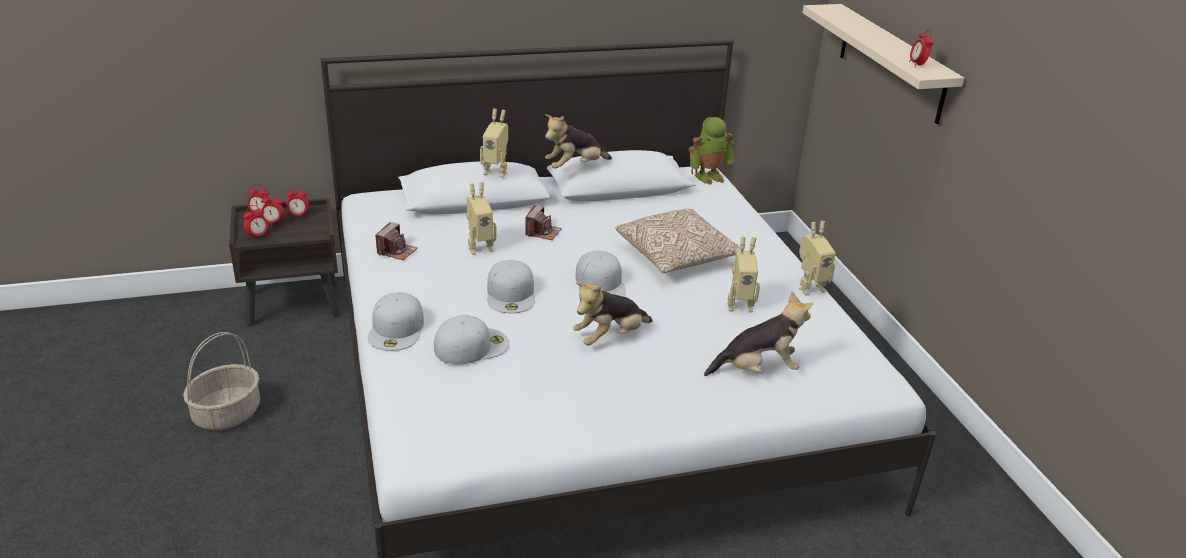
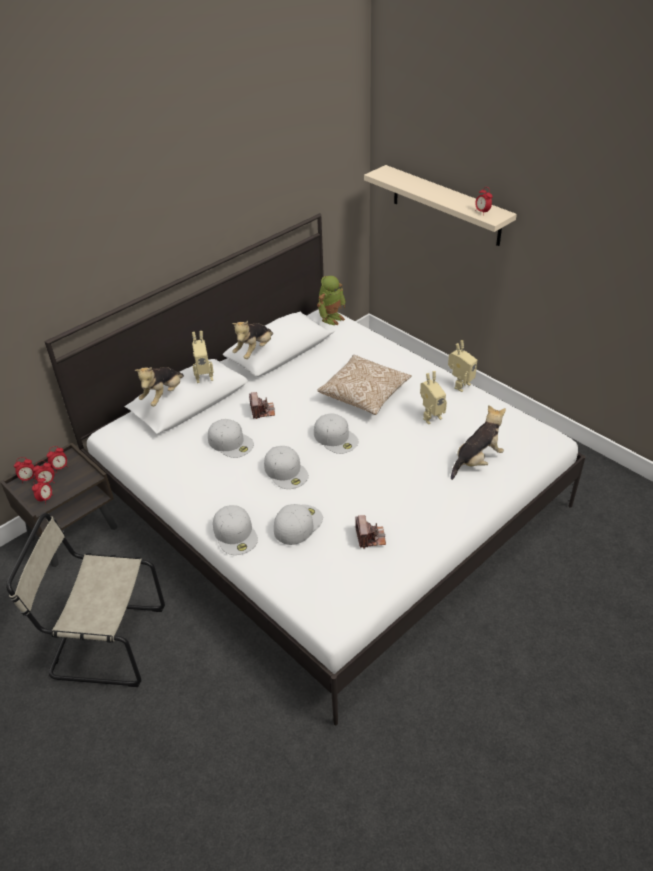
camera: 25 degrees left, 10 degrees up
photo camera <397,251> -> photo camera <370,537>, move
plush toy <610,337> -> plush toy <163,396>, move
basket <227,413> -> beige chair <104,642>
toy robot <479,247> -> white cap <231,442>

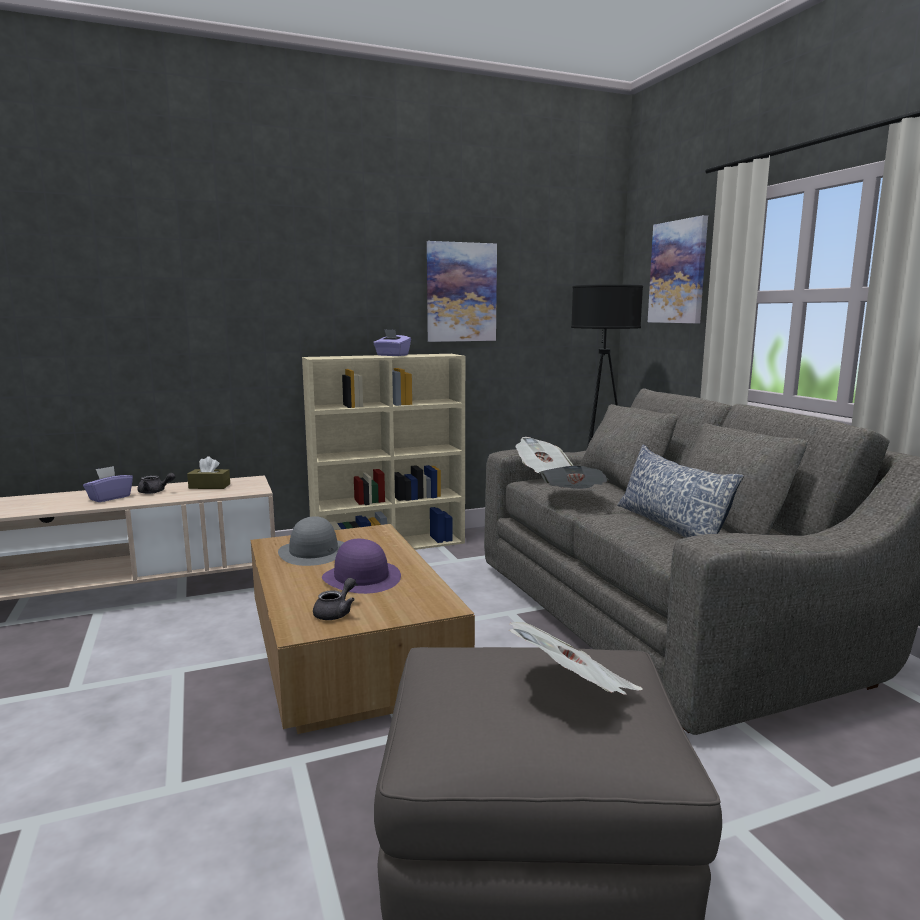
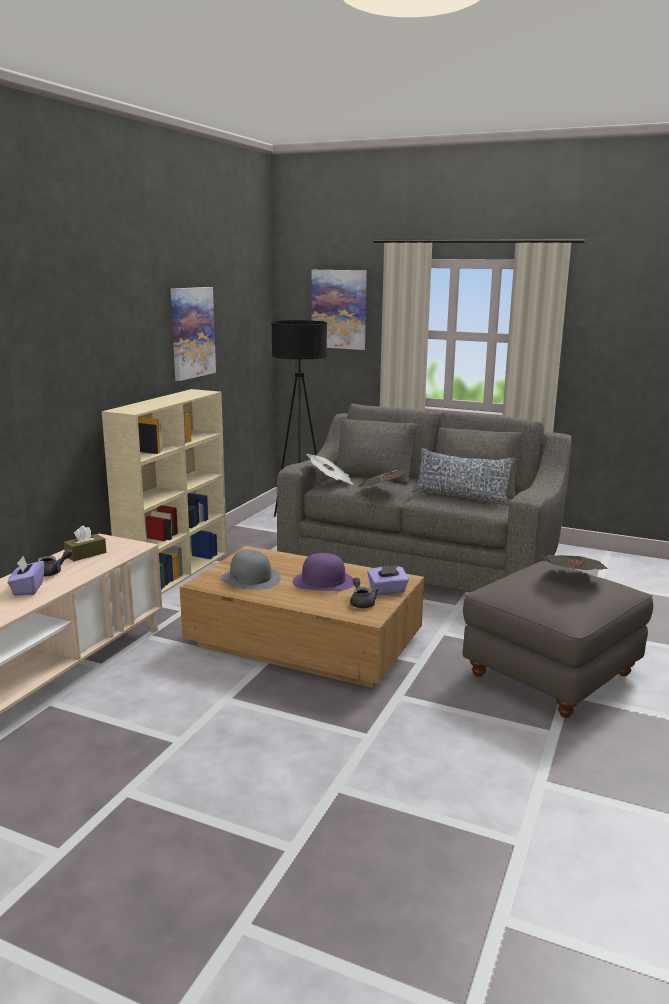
camera: 45 degrees left, 5 degrees up
purple tissue box <392,355> -> purple tissue box <387,591>, move

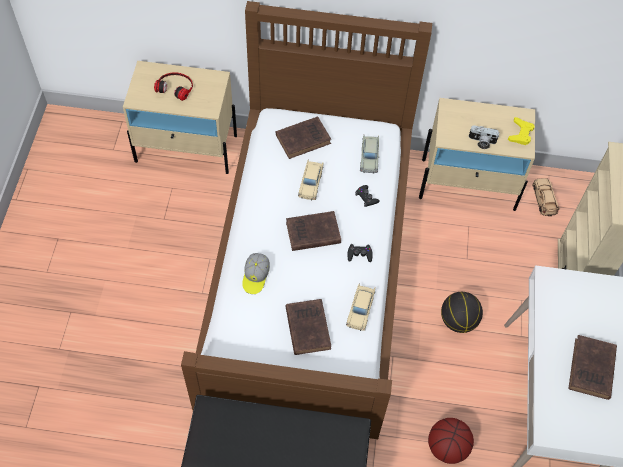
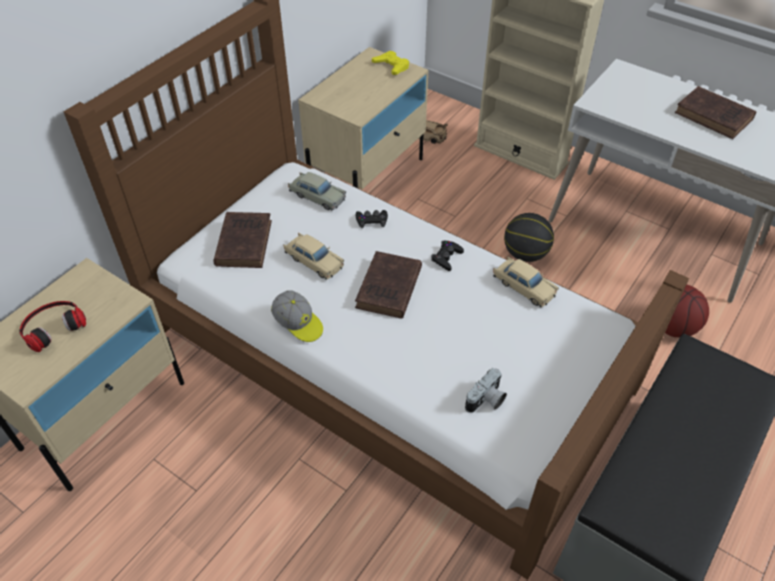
camera: 60 degrees left, 10 degrees down
brown book <307,327> -> none
cap <255,276> -> cap <298,323>, move
photo camera <481,142> -> photo camera <486,401>, move

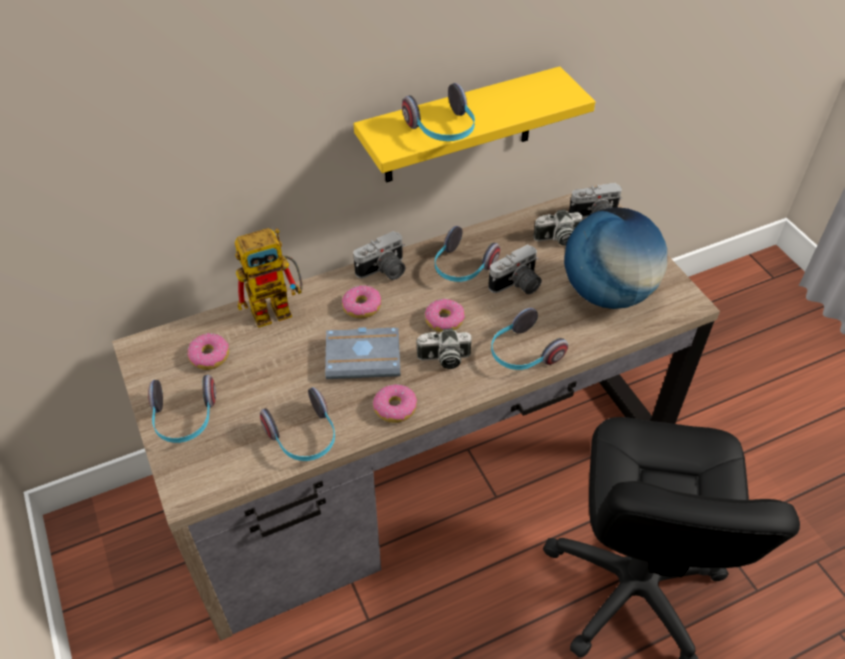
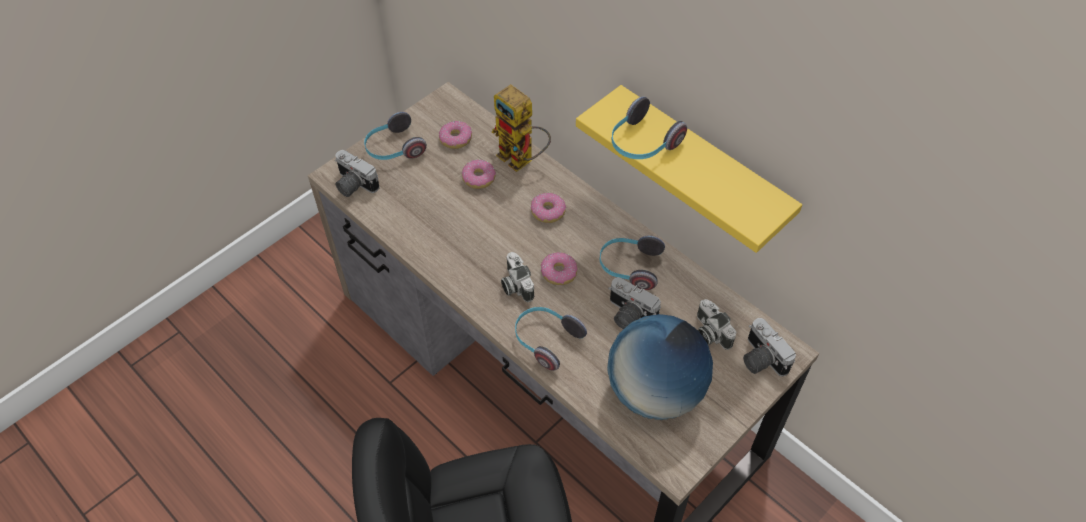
camera: 70 degrees right, 5 degrees up
headphones <304,437> -> none
grey book <365,356> -> none
photo camera <383,271> -> photo camera <353,185>, move
donut <395,408> -> donut <479,178>, move

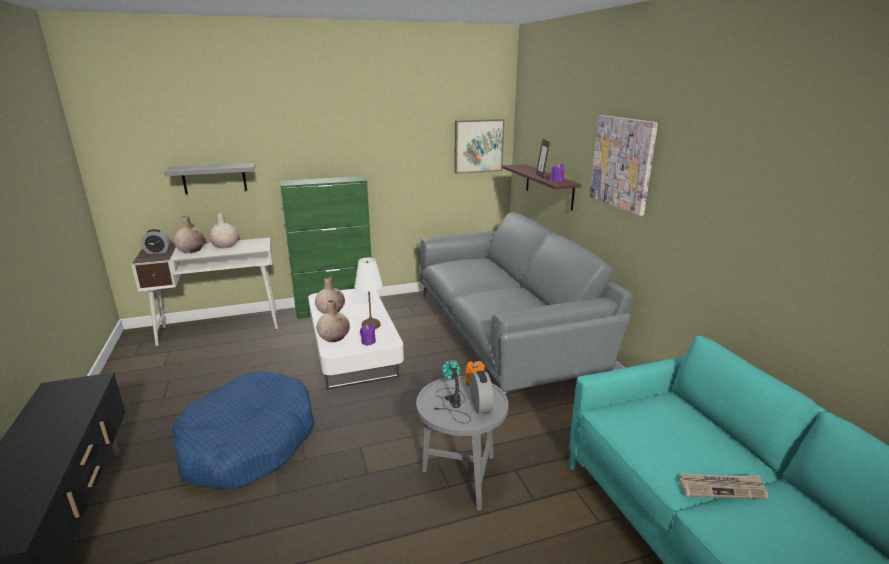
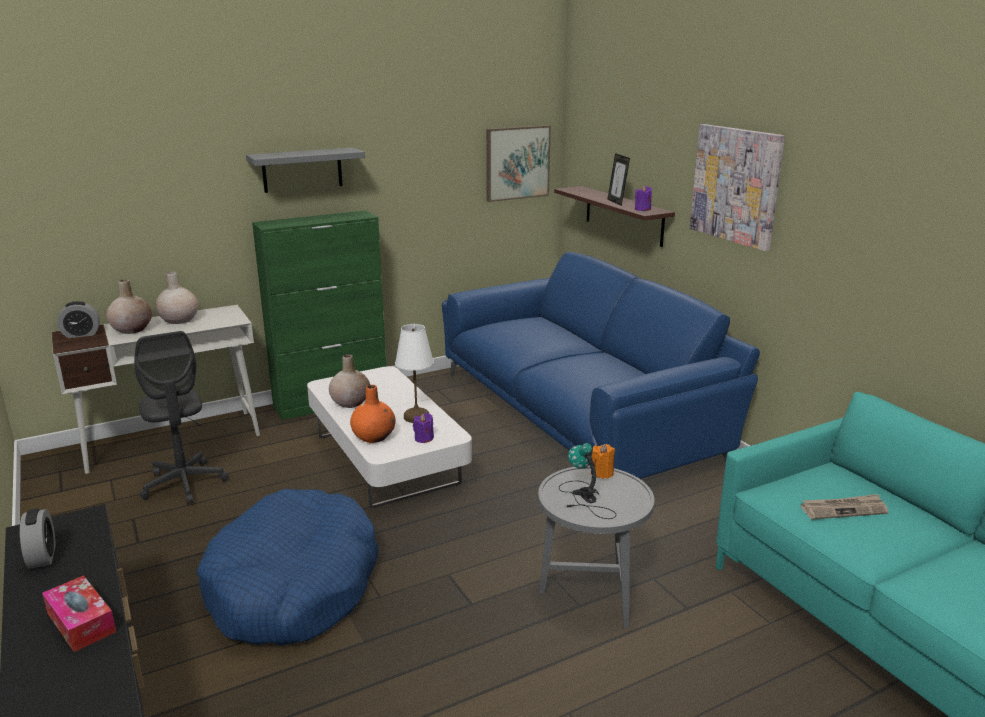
camera: 10 degrees left, 0 degrees up
none -> tissue box <81,622>
none -> grey office chair <184,484>
grey shelf <214,178> -> grey shelf <302,170>, move
alarm clock <480,405> -> alarm clock <42,556>, move
newspaper <722,488> -> newspaper <843,509>, move
beige vase <334,337> -> orange vase <374,436>
grey sofa <504,334> -> blue sofa <579,417>

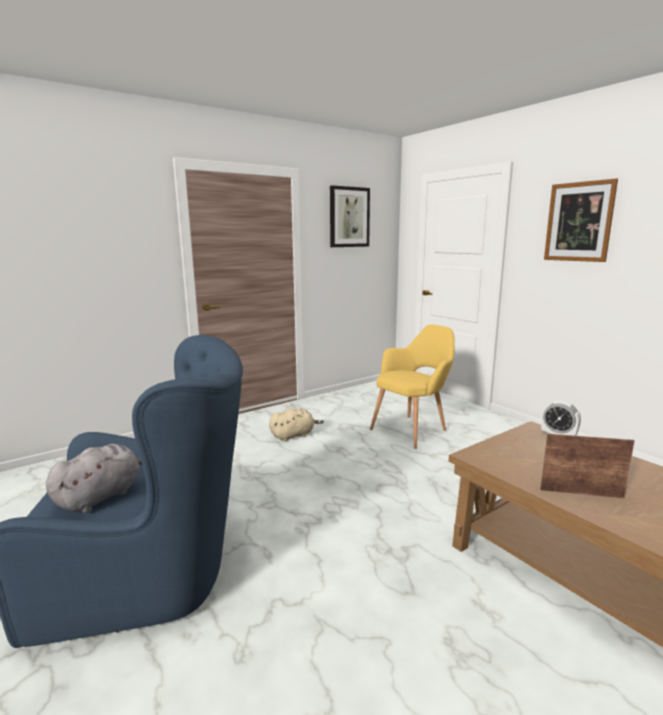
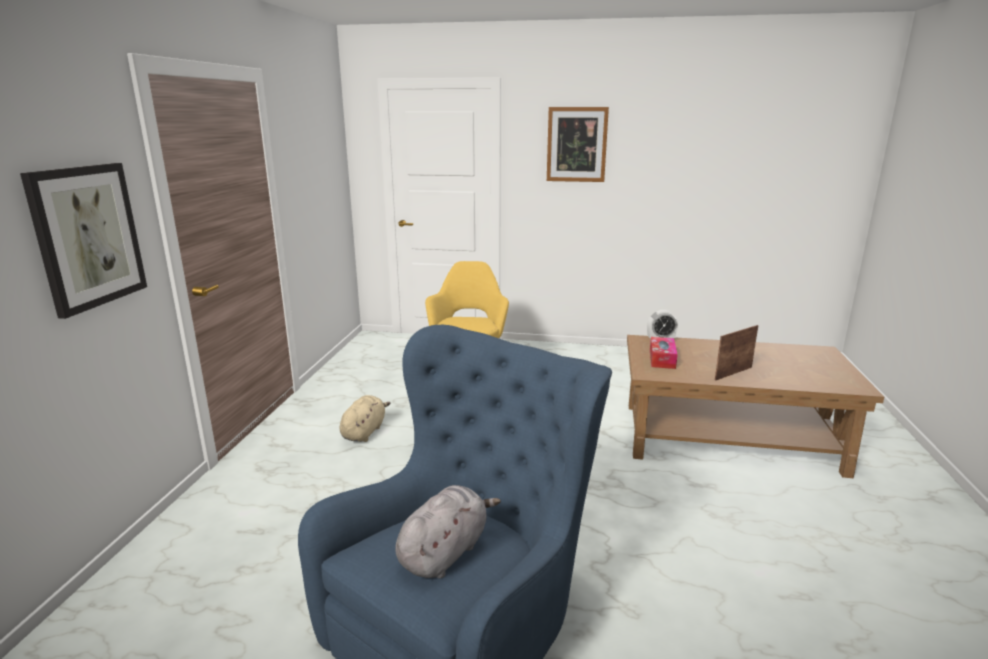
camera: 45 degrees left, 5 degrees up
none -> tissue box <662,359>
picture <349,217> -> picture <87,236>, move
grey plush toy <102,496> -> grey plush toy <445,552>, 45 degrees clockwise

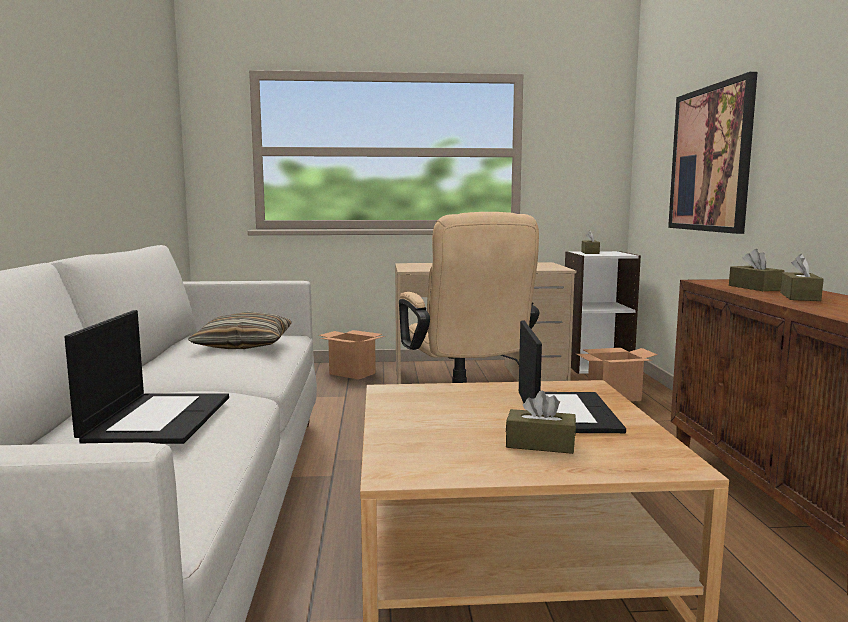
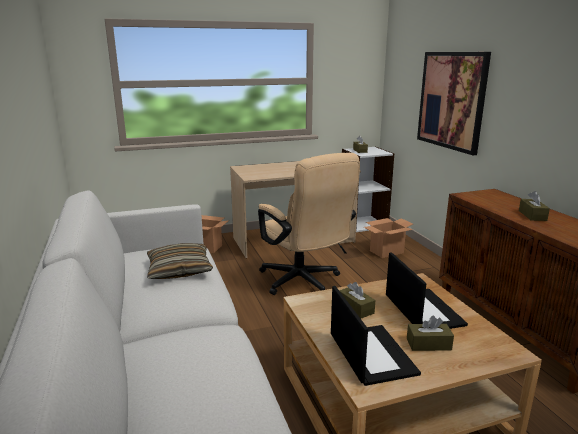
camera: 15 degrees left, 10 degrees up
laptop <158,418> -> laptop <370,353>, move
brown tissue box <754,288> -> brown tissue box <356,308>, move

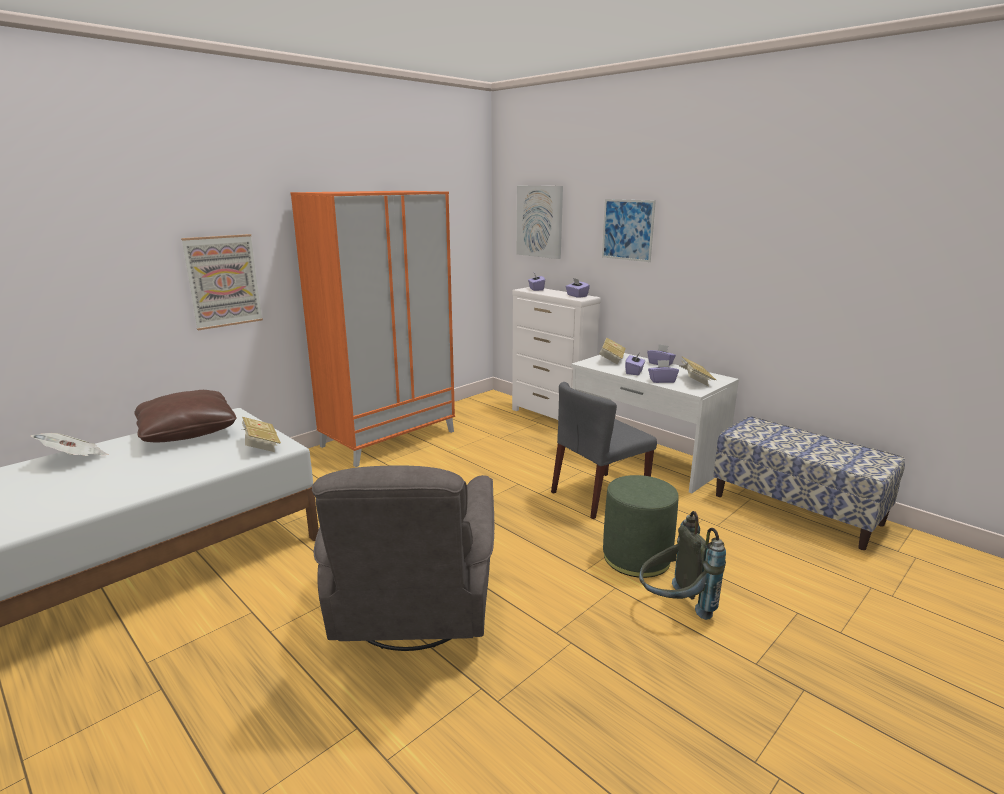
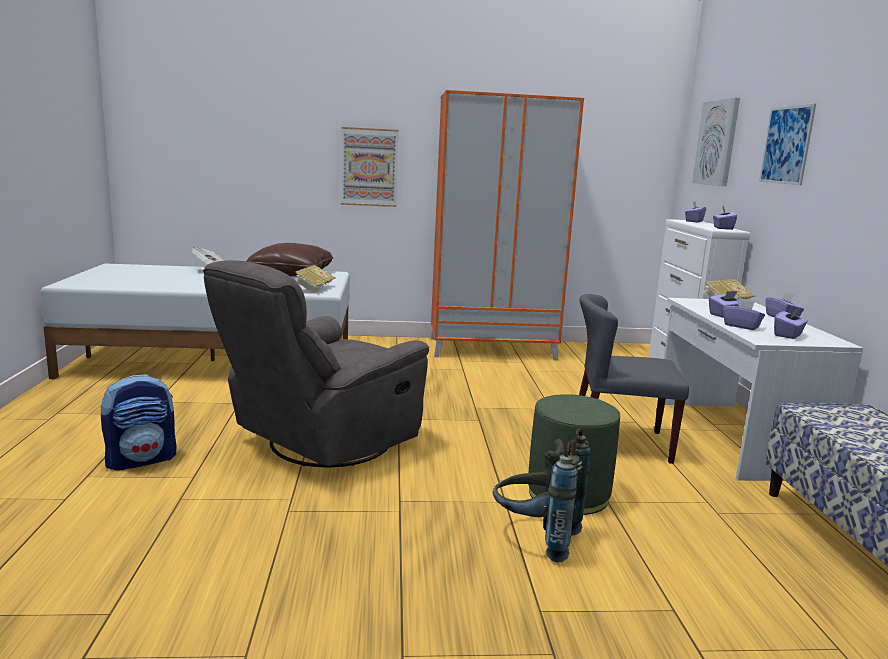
camera: 40 degrees right, 5 degrees down
none -> backpack <142,460>
book <695,381> -> purple tissue box <788,335>

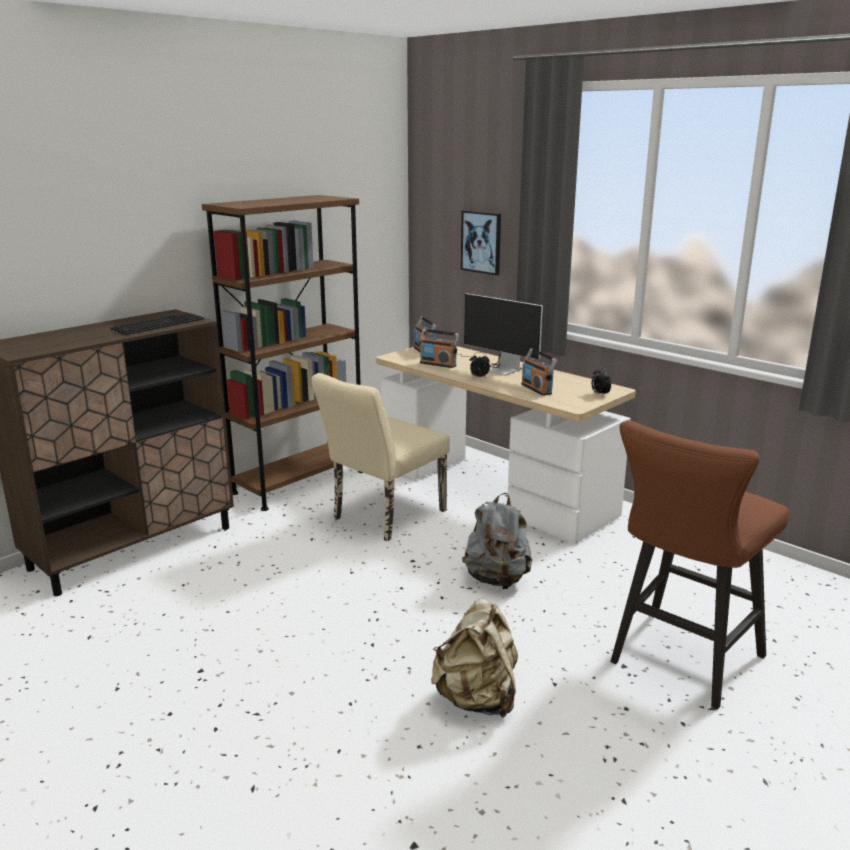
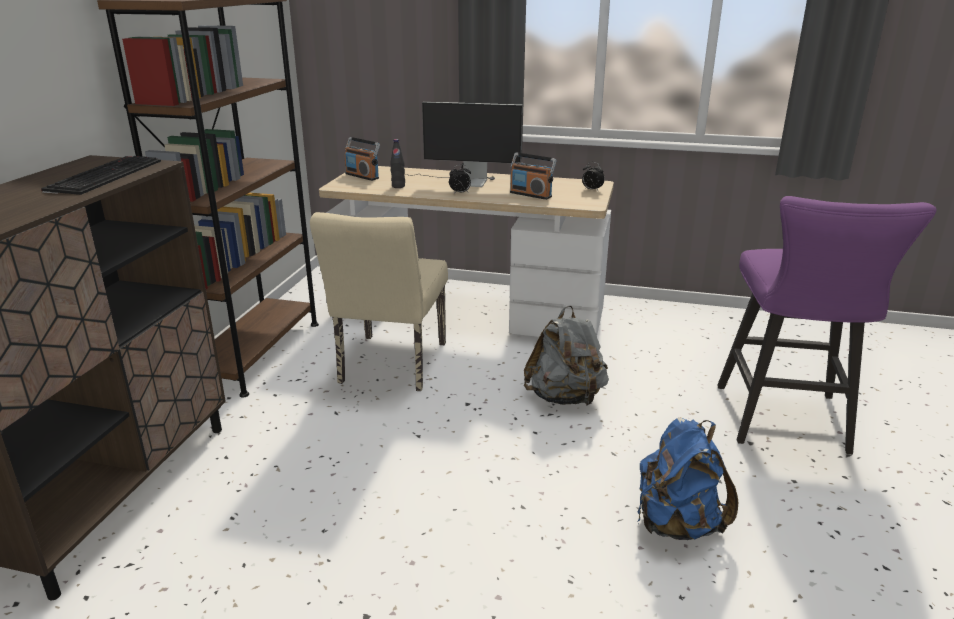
camera: 30 degrees left, 5 degrees up
picture <481,242> -> none
radio <438,364> -> black bottle <398,186>
beige backpack <477,699> -> blue backpack <677,524>
brown stool <680,663> -> purple stool <785,424>

